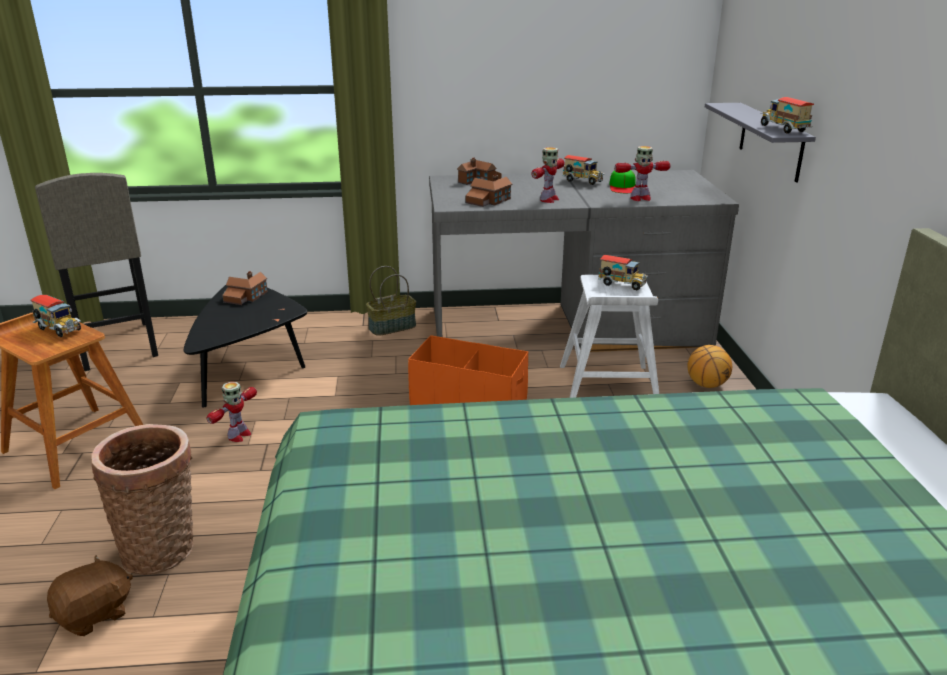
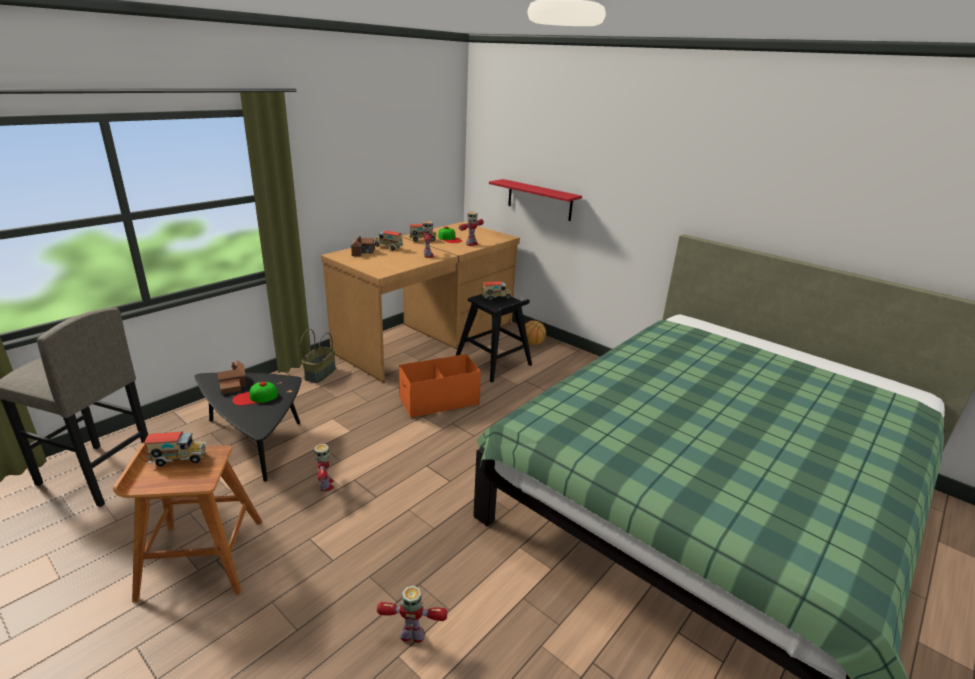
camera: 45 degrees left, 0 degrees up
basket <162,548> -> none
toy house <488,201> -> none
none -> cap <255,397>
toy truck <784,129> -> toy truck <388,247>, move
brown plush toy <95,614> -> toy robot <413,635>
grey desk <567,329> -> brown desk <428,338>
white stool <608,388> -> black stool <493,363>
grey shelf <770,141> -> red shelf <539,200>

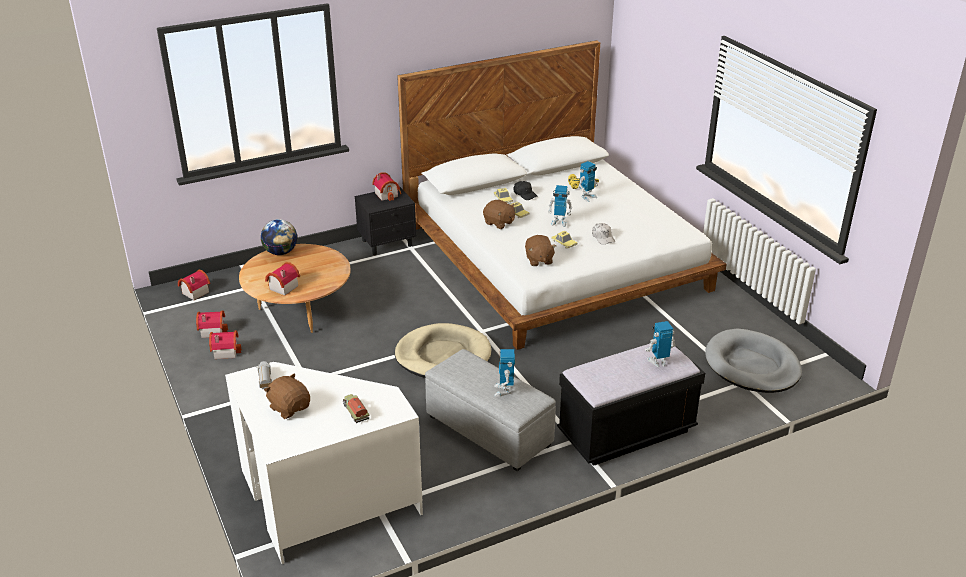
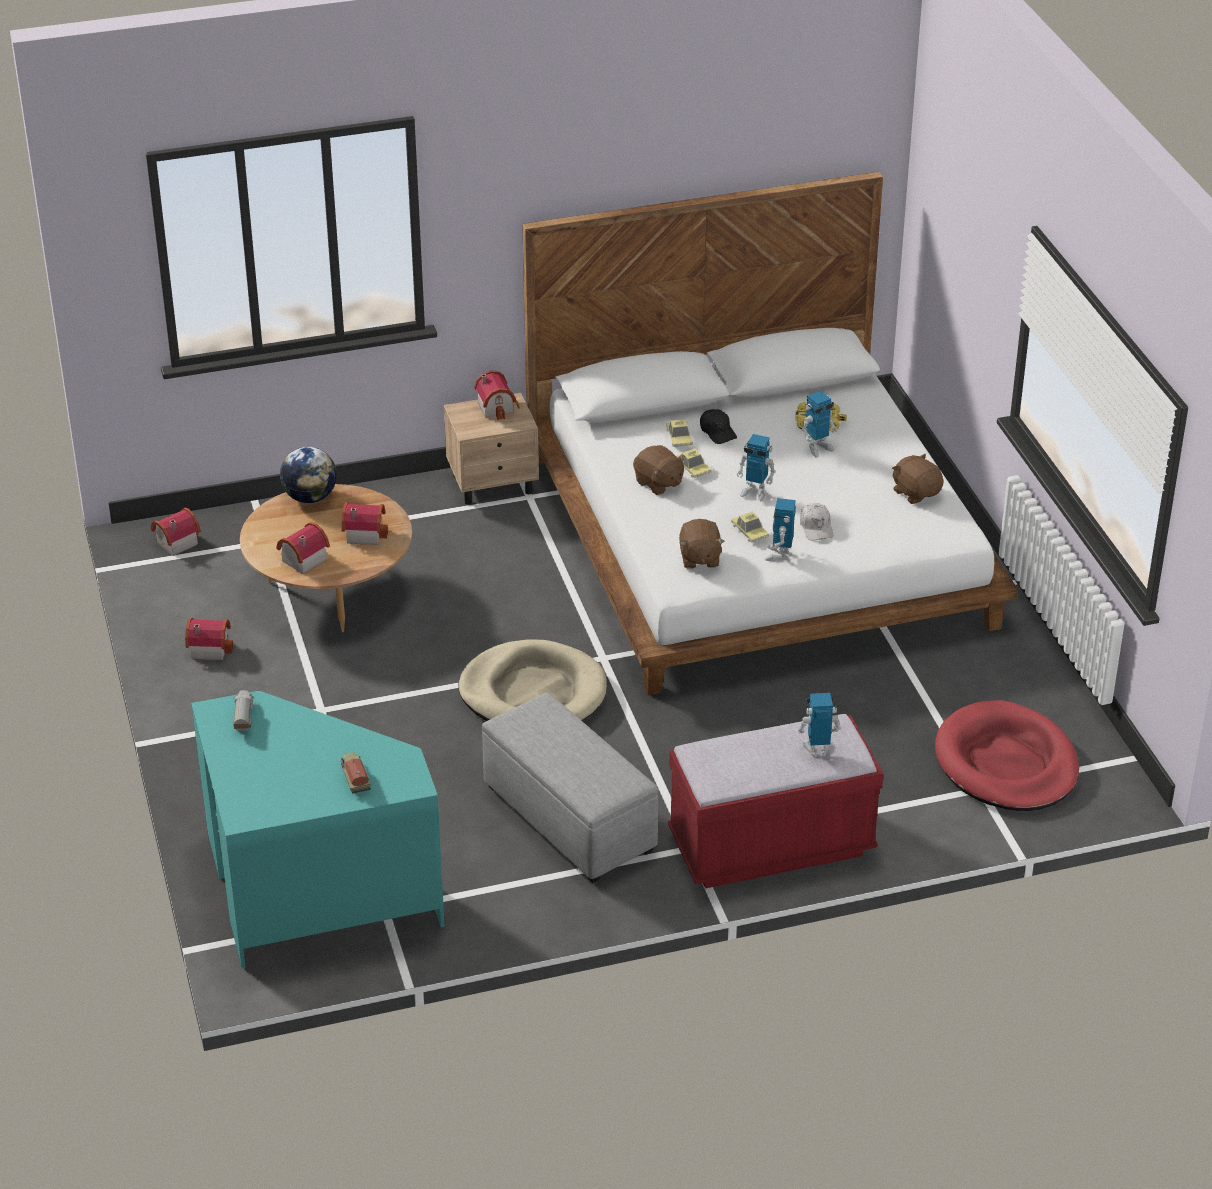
camera: 10 degrees right, 5 degrees up
toy house <212,330> -> toy house <364,533>, move
brown plush toy <290,407> -> brown plush toy <916,493>, move
toy robot <504,390> -> toy robot <779,554>, move
white desk <324,502> -> turquoise desk <312,893>
black nightstand <388,243> -> beige nightstand <494,484>
black bench <626,432> -> red bench <771,845>
grey dog bed <752,365> -> red dog bed <1006,763>

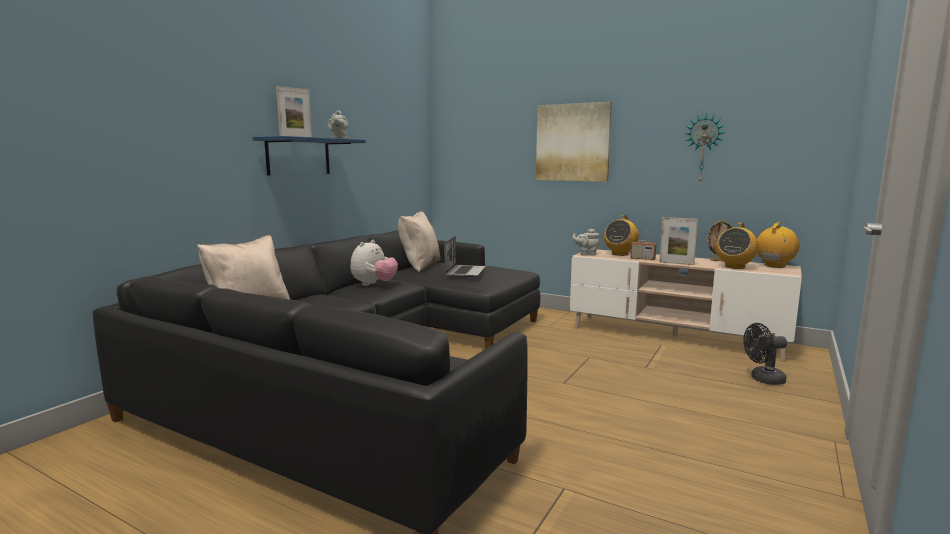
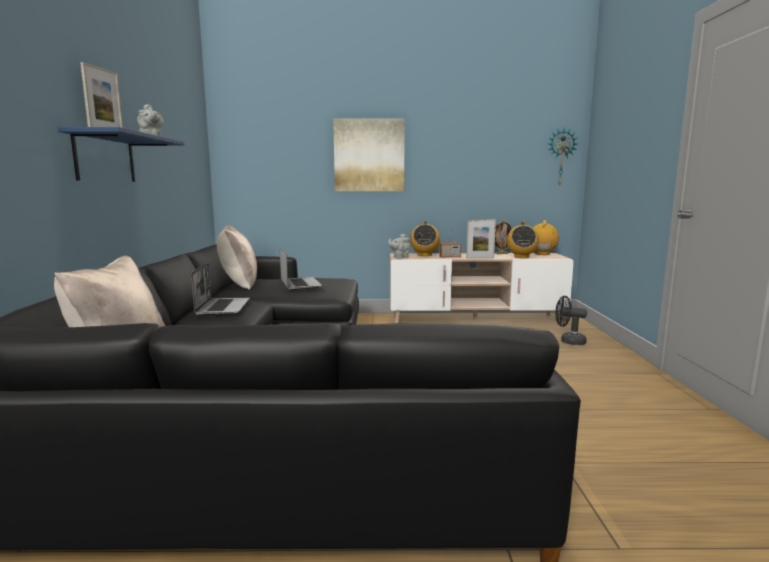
camera: 30 degrees left, 0 degrees up
wall clock <703,148> -> wall clock <560,157>, move
plush toy <374,284> -> laptop <222,307>
black fan <763,379> -> black fan <568,341>, 60 degrees clockwise

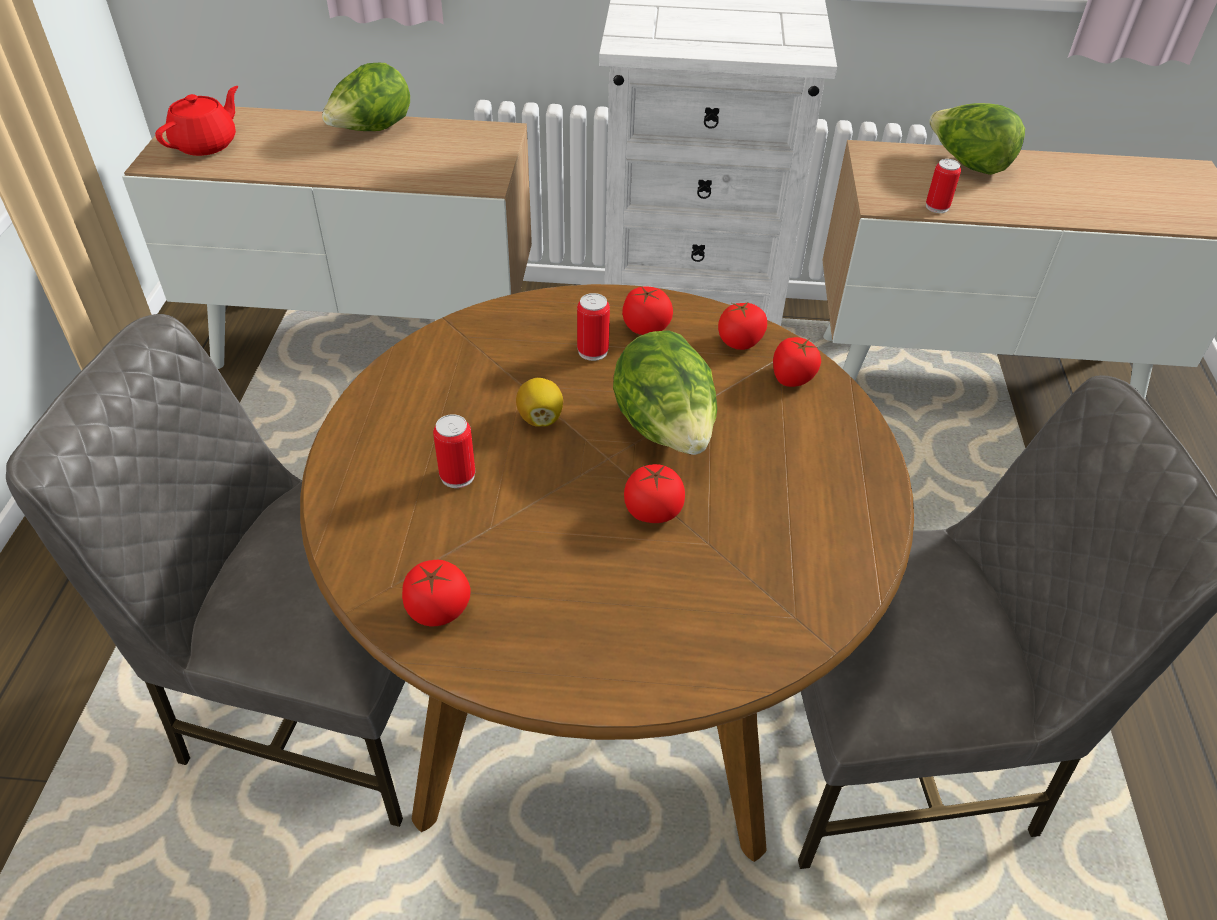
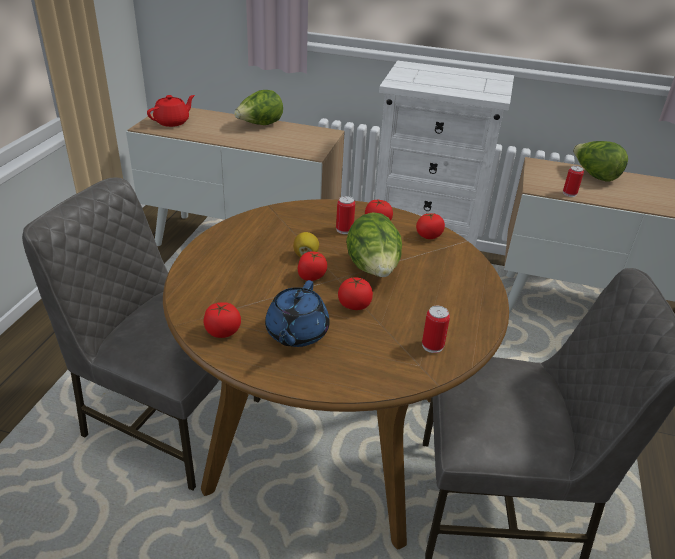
camera: 10 degrees right, 10 degrees down
none -> blue teapot <296,333>
can <457,476> -> can <432,346>, move
tomato <792,378> -> tomato <311,276>, move

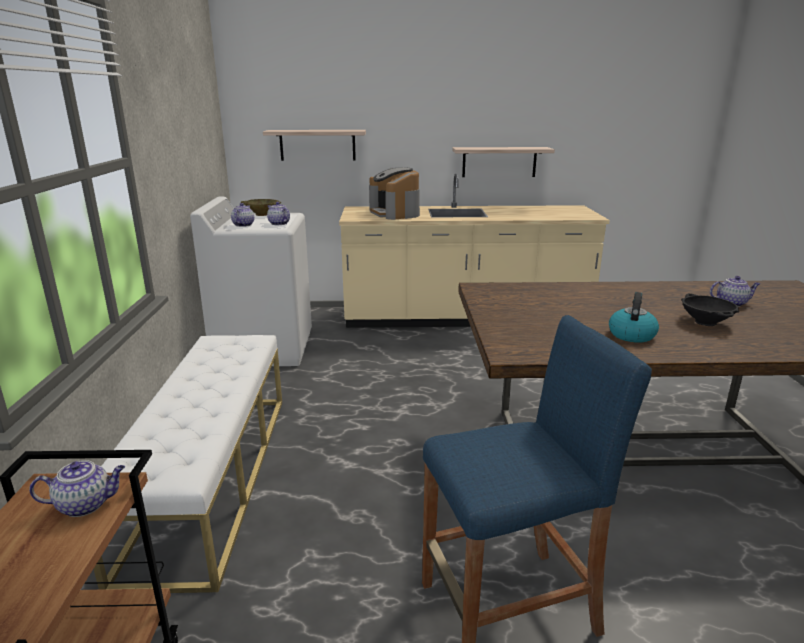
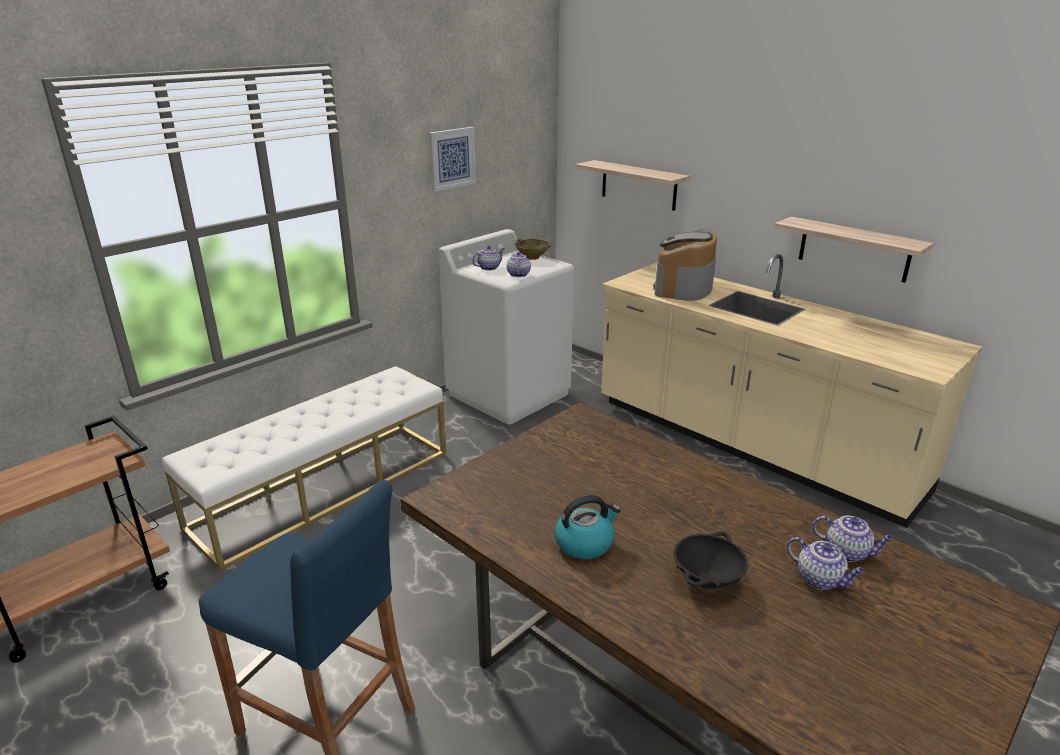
camera: 45 degrees right, 5 degrees up
none -> picture <451,158>
teapot <86,504> -> teapot <847,552>, move

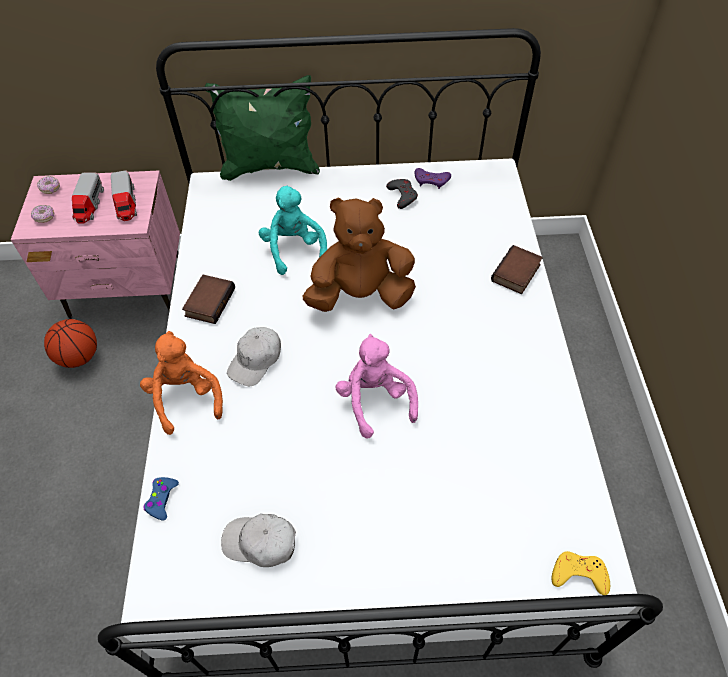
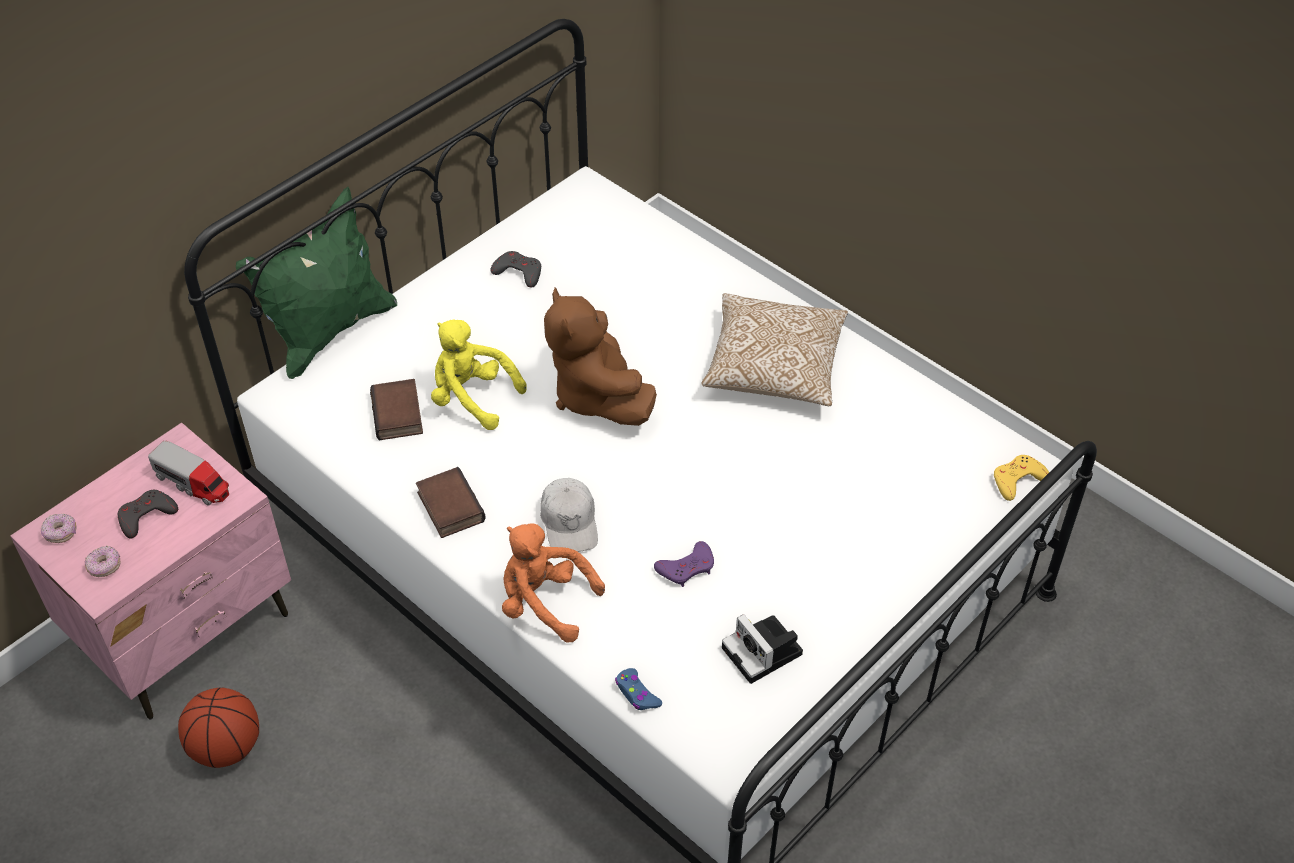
camera: 45 degrees left, 5 degrees down
pink plush toy <375,400> -> none
none -> pillow <774,367>
purple game controller <431,180> -> purple game controller <687,568>, move
book <517,274> -> book <399,415>, move
toy truck <89,205> -> grey game controller <146,516>
white cap <261,543> -> photo camera <764,653>
turquoise plush toy <294,249> -> yellow plush toy <472,398>
brown plush toy <361,295> -> brown plush toy <597,395>, 60 degrees counterclockwise

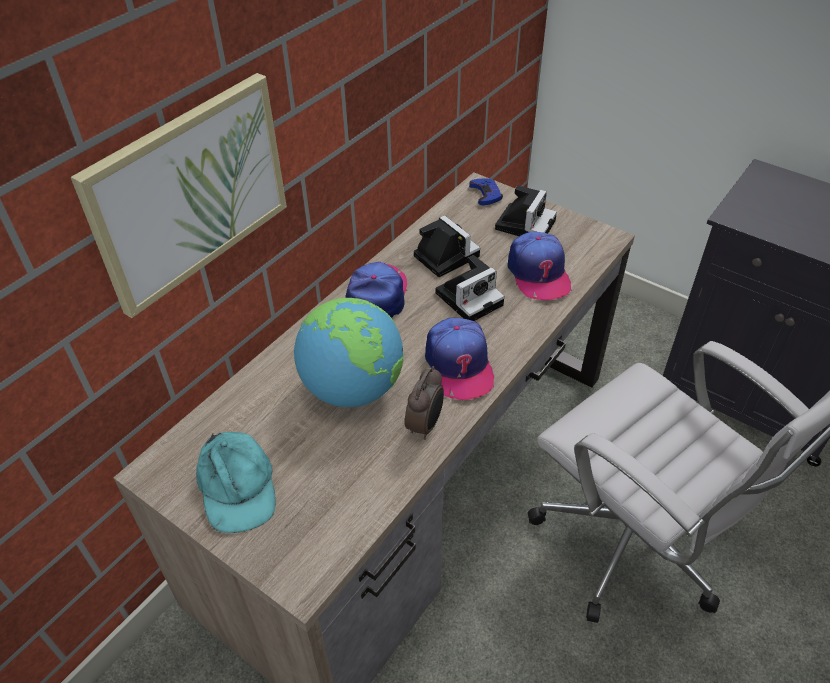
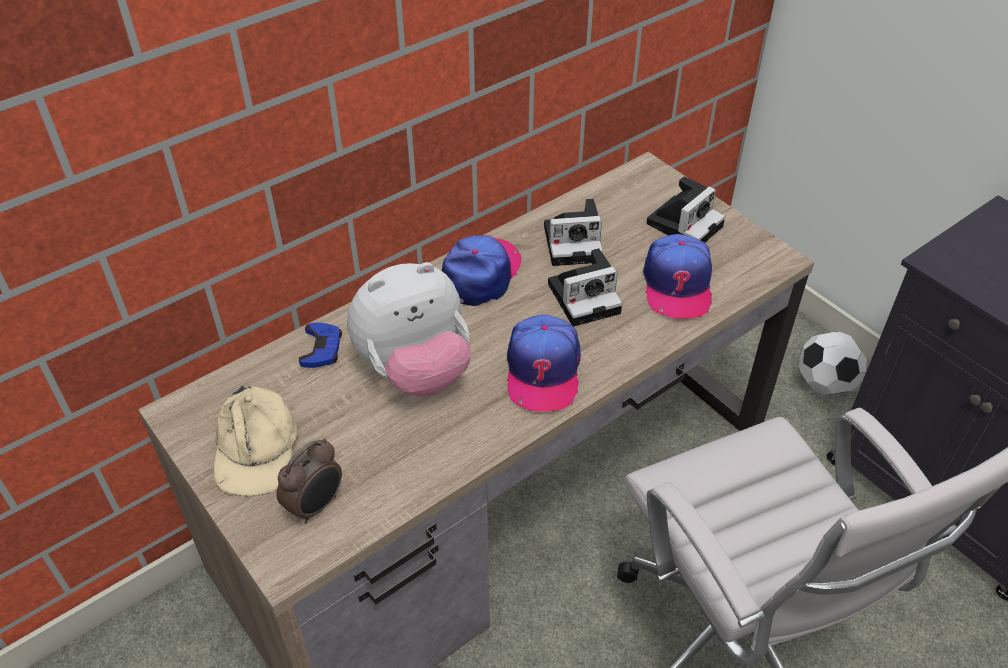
camera: 15 degrees right, 0 degrees up
picture <190,192> -> none
none -> football <824,384>
alarm clock <425,425> -> alarm clock <316,505>, move
blue game controller <486,194> -> blue game controller <321,348>, move
globe <352,388> -> plush toy <415,370>
turquoise cap <237,487> -> beige cap <256,448>
photo camera <444,255> -> photo camera <575,243>, 105 degrees clockwise

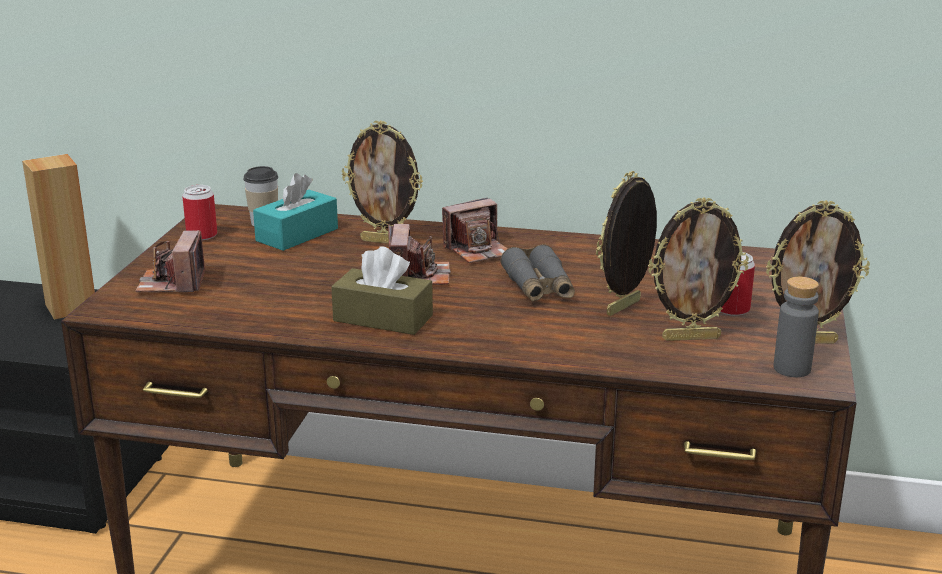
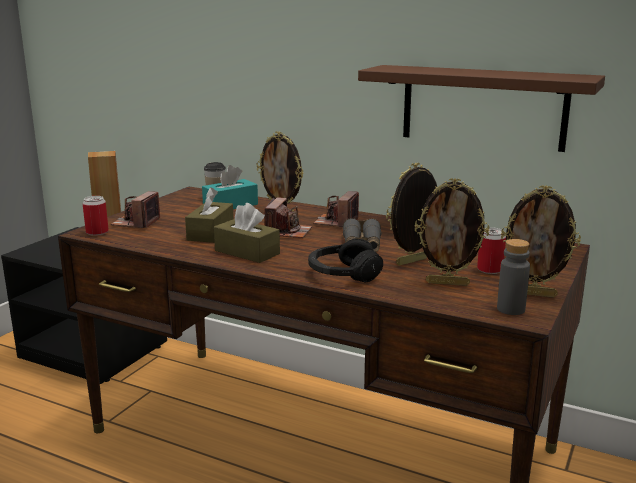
camera: 15 degrees right, 5 degrees down
none -> brown tissue box <210,233>
none -> black headphones <343,274>
none -> brown shelf <483,107>
can <202,236> -> can <97,232>, move
photo camera <478,250> -> photo camera <337,222>, 120 degrees clockwise

